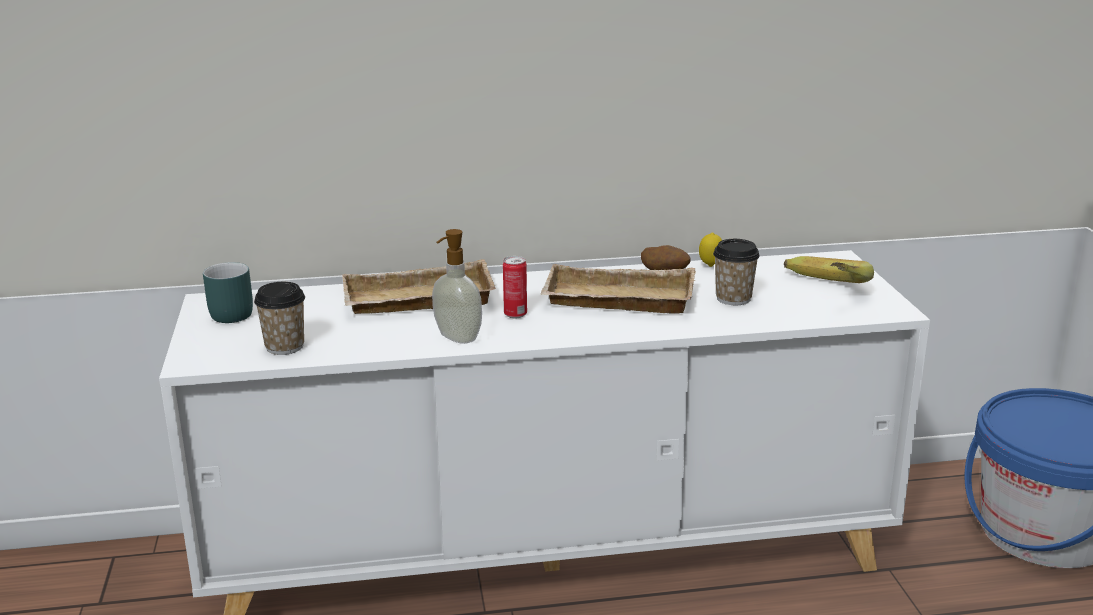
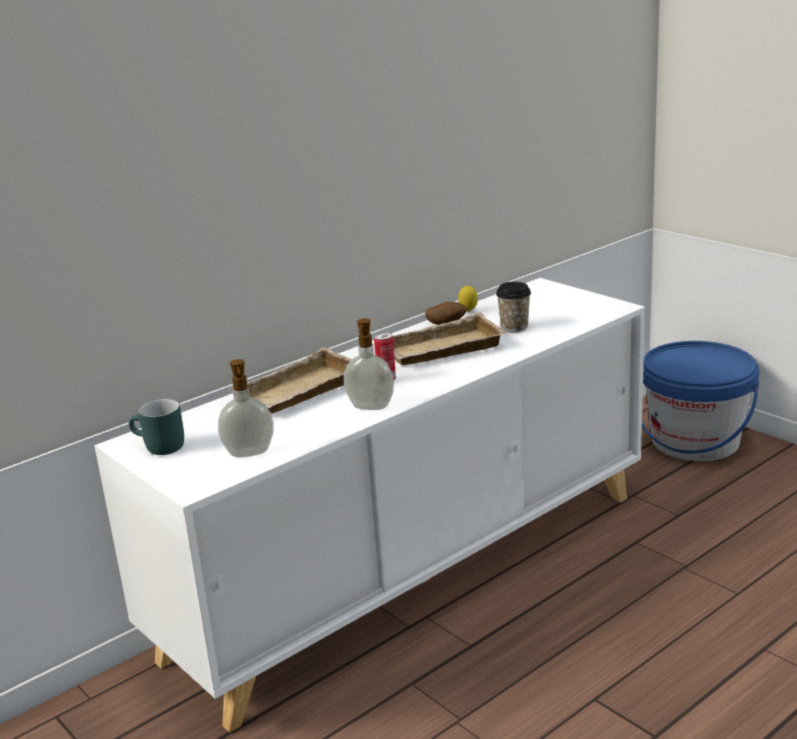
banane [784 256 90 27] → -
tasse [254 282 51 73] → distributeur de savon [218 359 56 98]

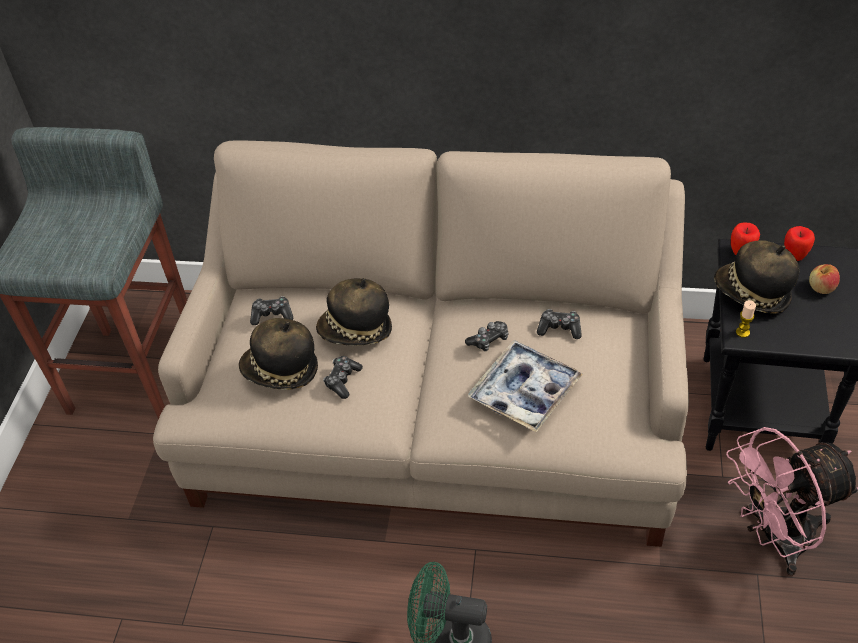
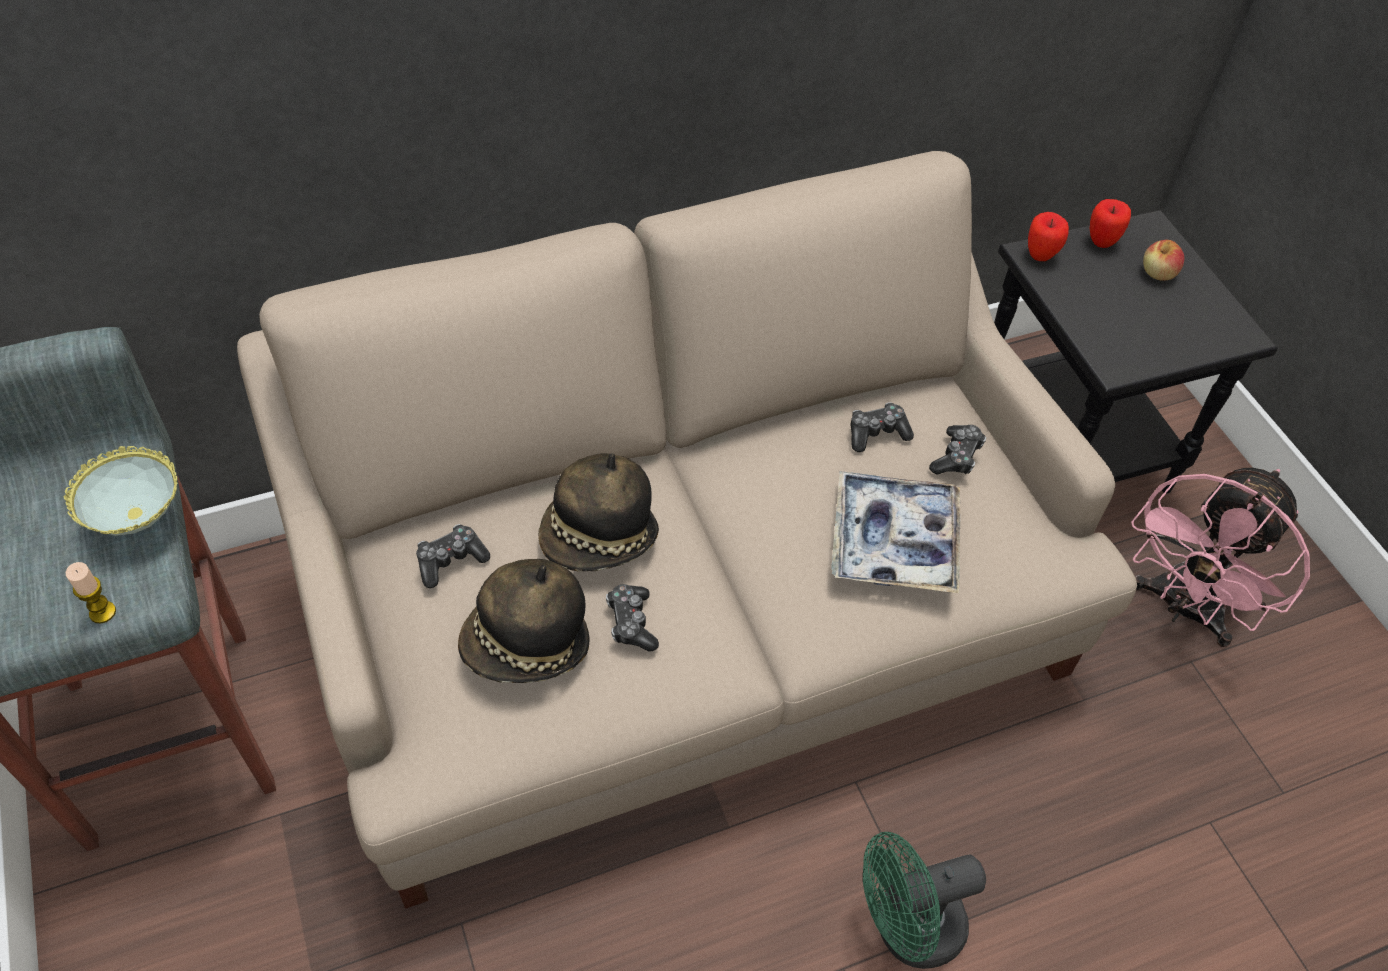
chapeau [714 240 86 74] → -
bougie [736 300 20 38] → bougie [65 562 51 61], shifted
manette [465 321 44 30] → manette [929 425 57 49], shifted
- → bol [64 446 113 90]

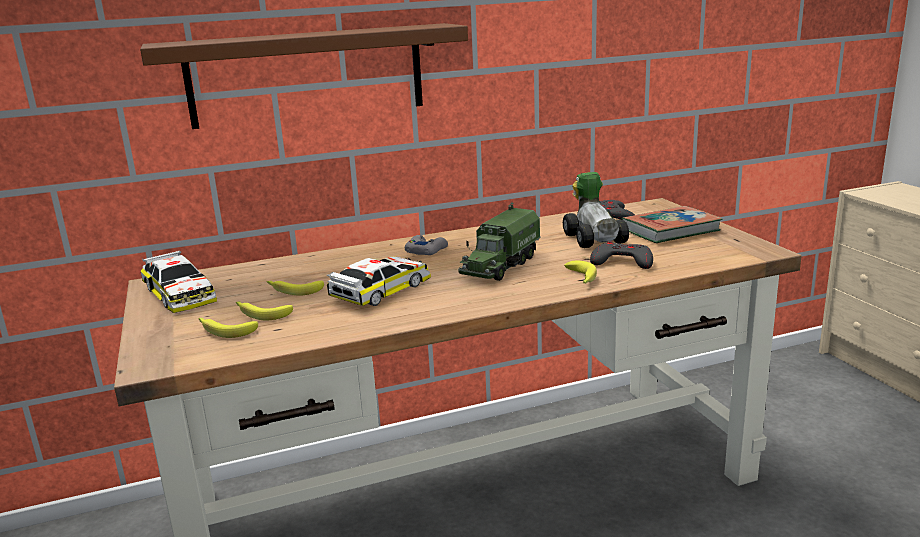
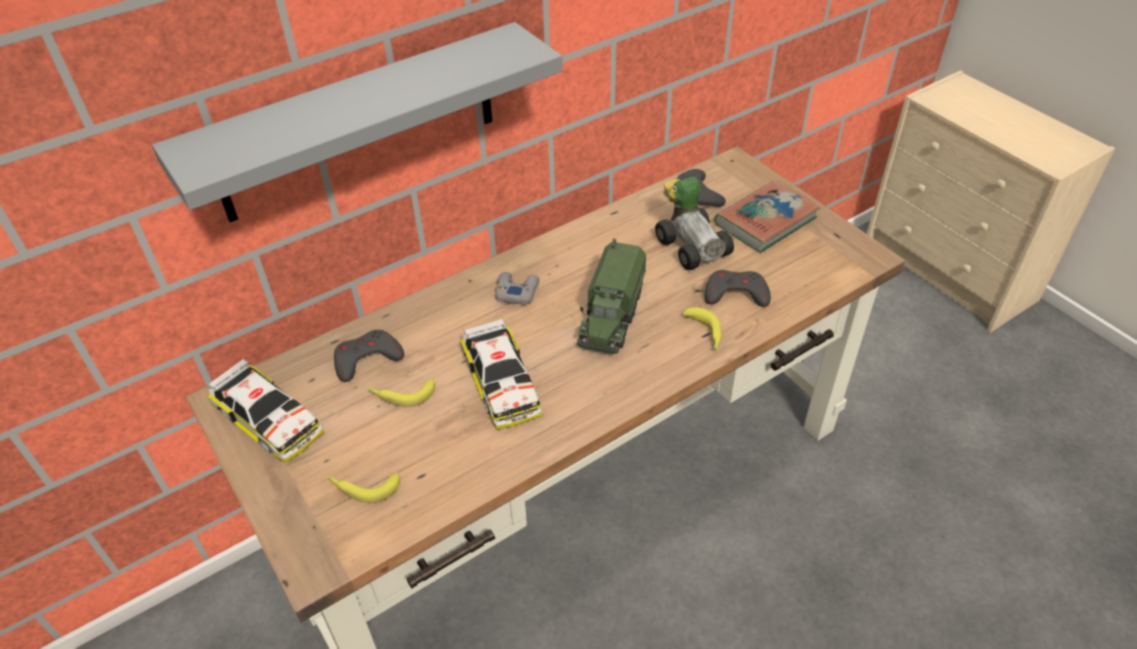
étagère [marron] [140 23 328 106] → étagère [gris] [152 22 410 201]
petite voiture [327 257 104 49] → petite voiture [461 317 81 113], 135 degrees clockwise
banane [236 301 57 20] → -
- → manette [gris] [334 330 70 52]

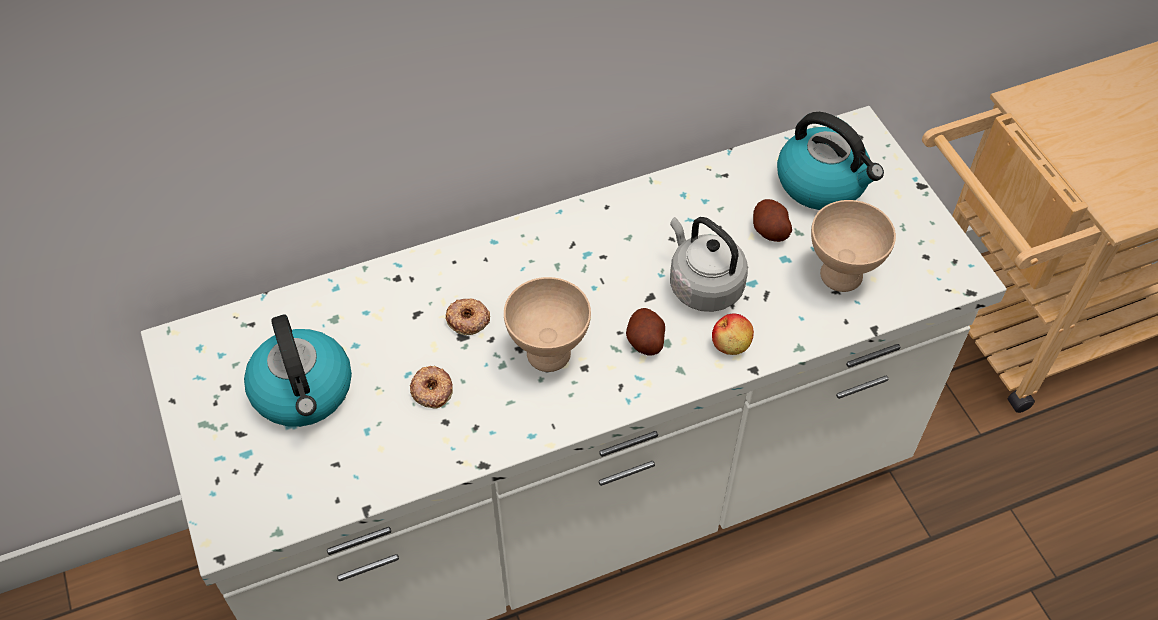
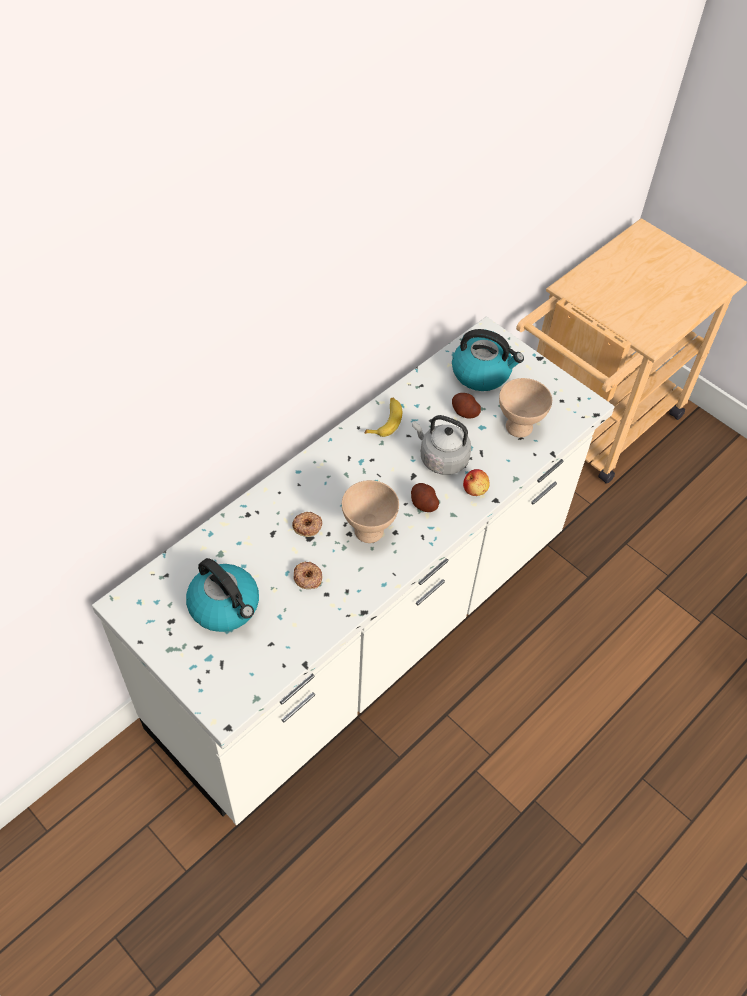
- → banane [364 398 38 39]

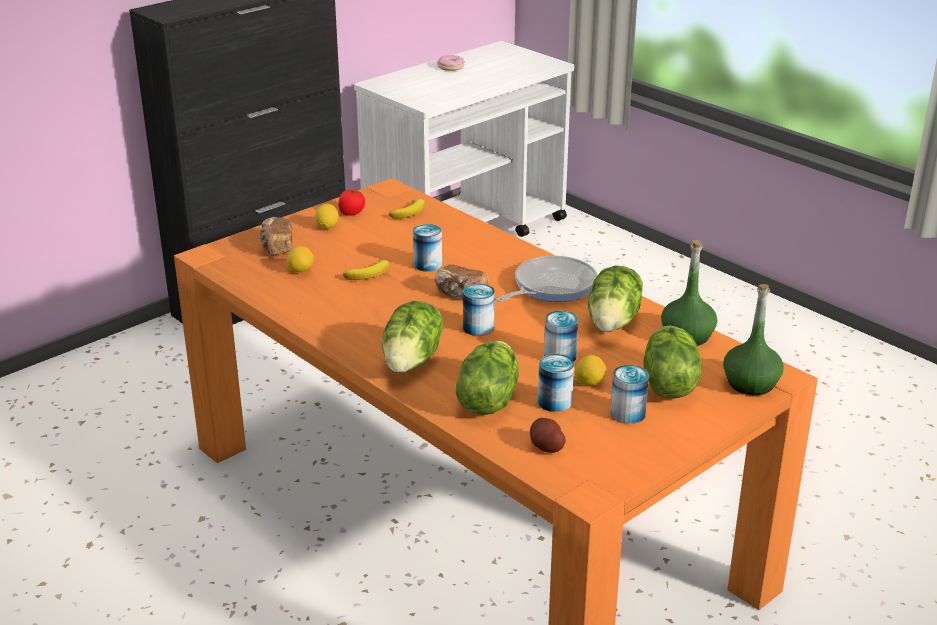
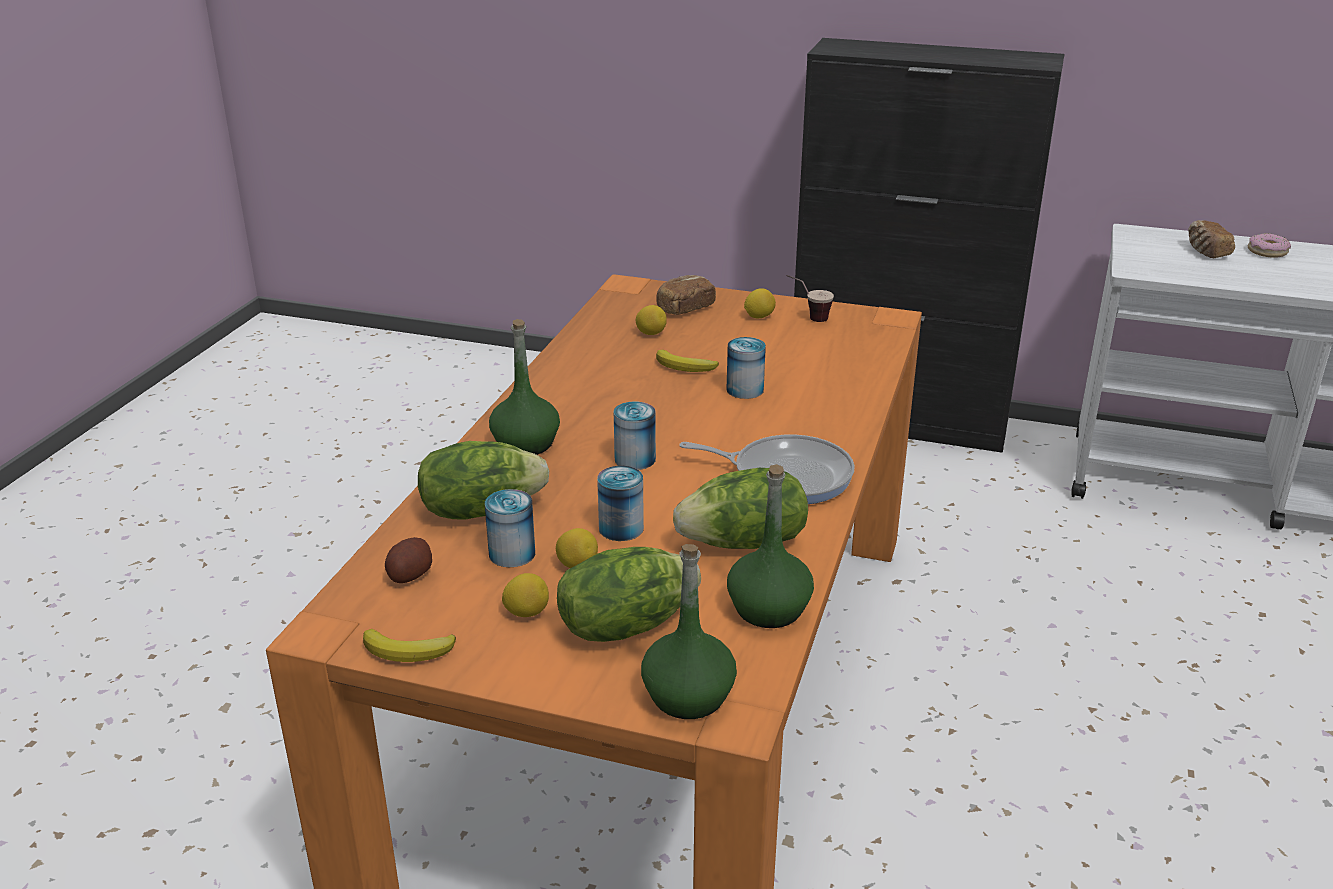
tomate [338 190 27 26] → tasse [786 275 48 47]
banane [389 199 36 20] → banane [363 629 93 33], shifted
pain [435 264 54 35] → pain [1188 220 47 38], shifted
laitue [382 301 61 72] → bouteille [vert] [489 319 71 136]
boîte métallique [610 365 39 59] → citron [502 573 47 44]

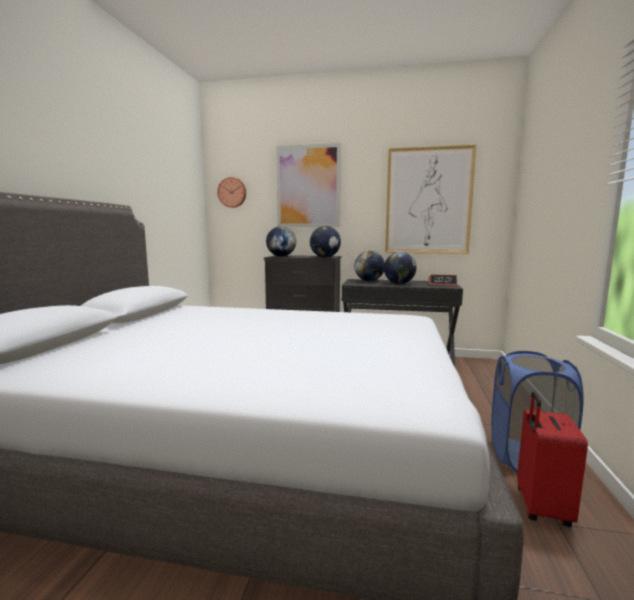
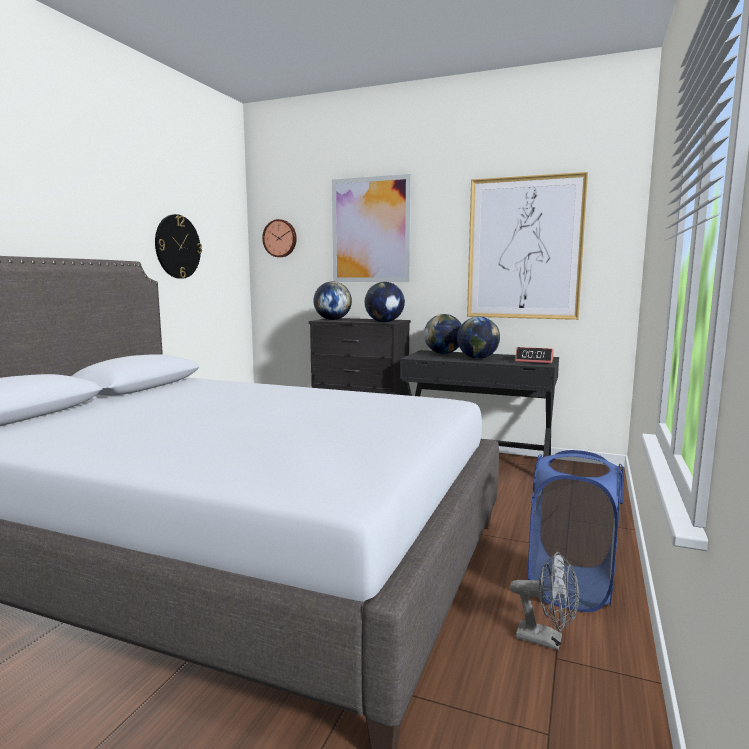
valise [rouge] [517 392 71 135] → ventilateur [gris] [510 552 69 98]
- → horloge murale [155 214 47 65]

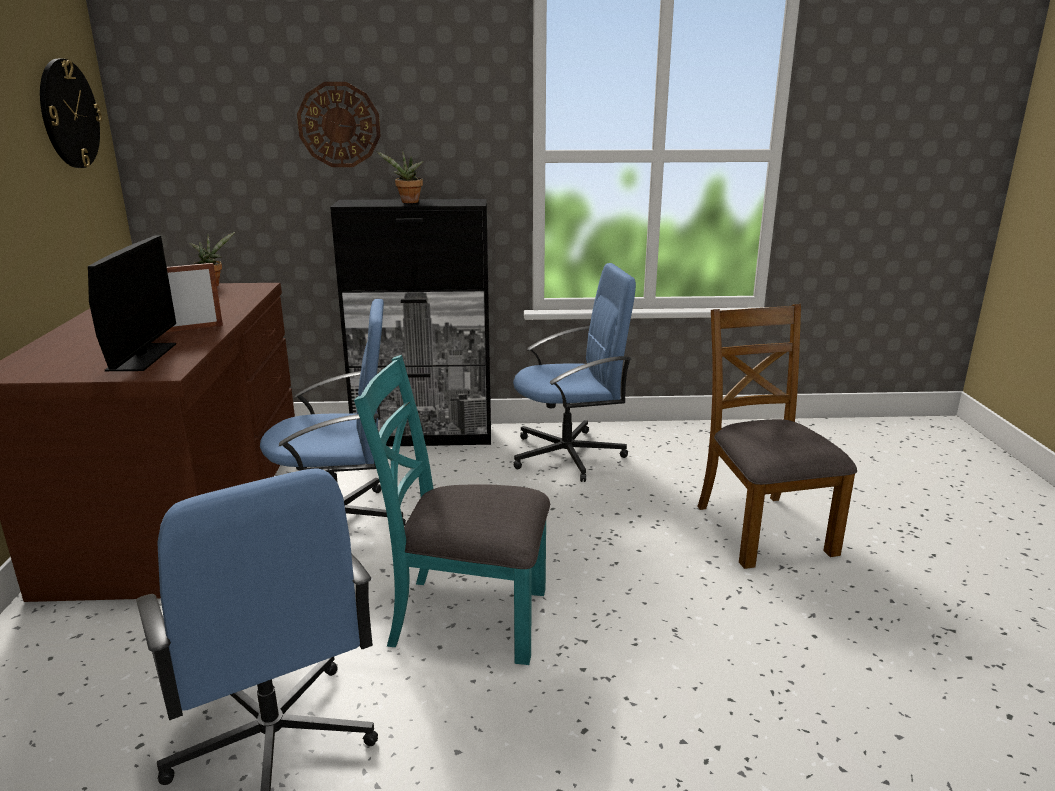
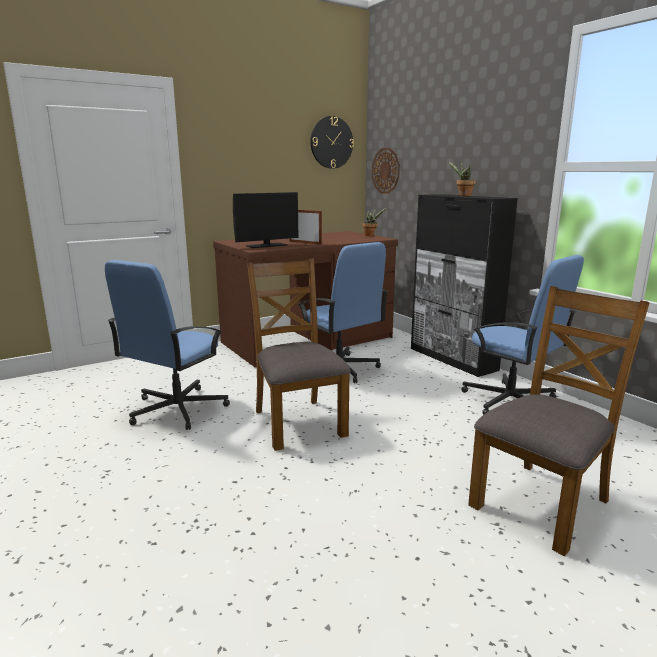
horloge murale [297 82 84 85] → horloge murale [372 148 28 46], shifted
chaise [turquoise] [354 355 196 310] → chaise [marron] [247 259 104 192]

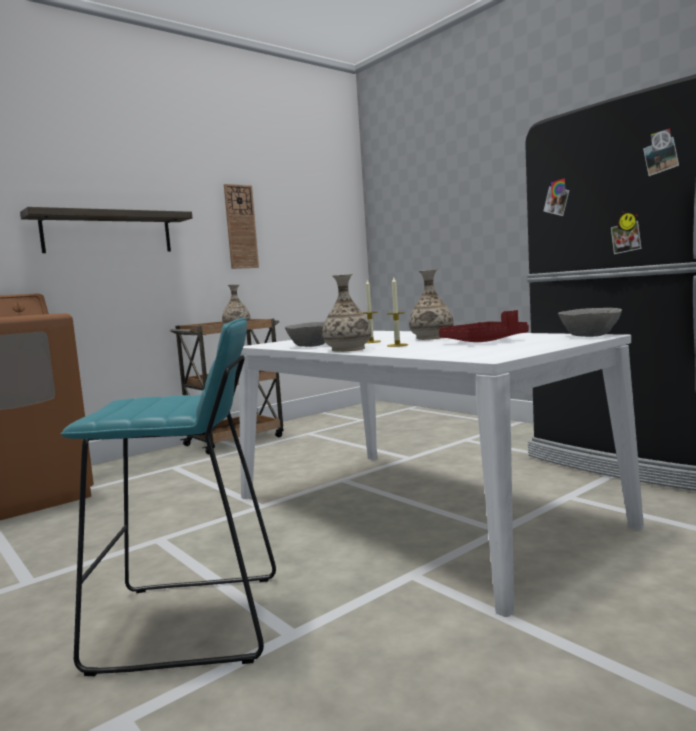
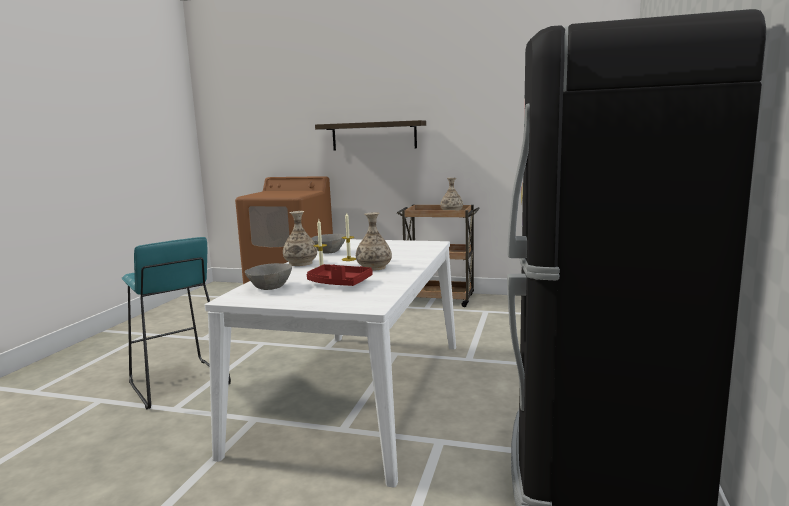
horloge murale [224 184 35 85] → -
bol [gris] [558 308 64 29] → bol [gris] [245 263 47 27], shifted

